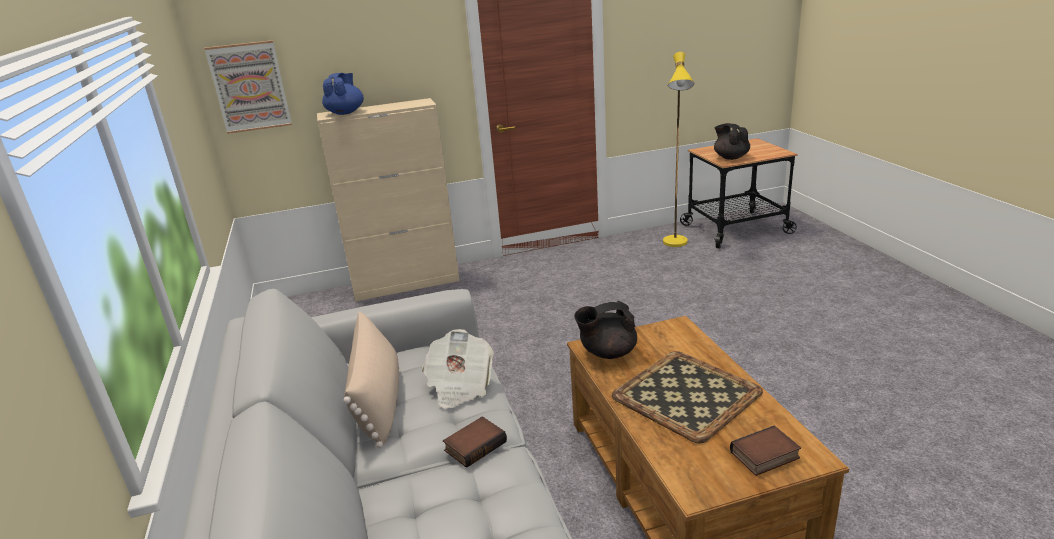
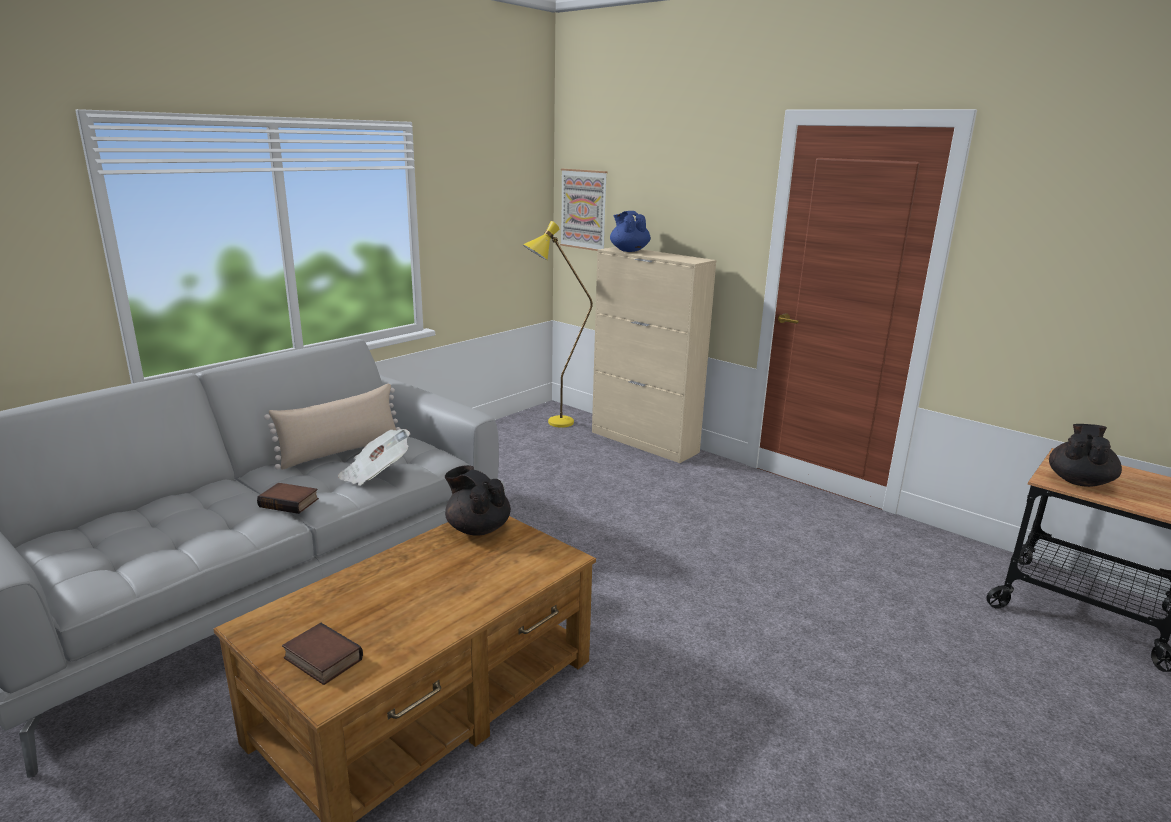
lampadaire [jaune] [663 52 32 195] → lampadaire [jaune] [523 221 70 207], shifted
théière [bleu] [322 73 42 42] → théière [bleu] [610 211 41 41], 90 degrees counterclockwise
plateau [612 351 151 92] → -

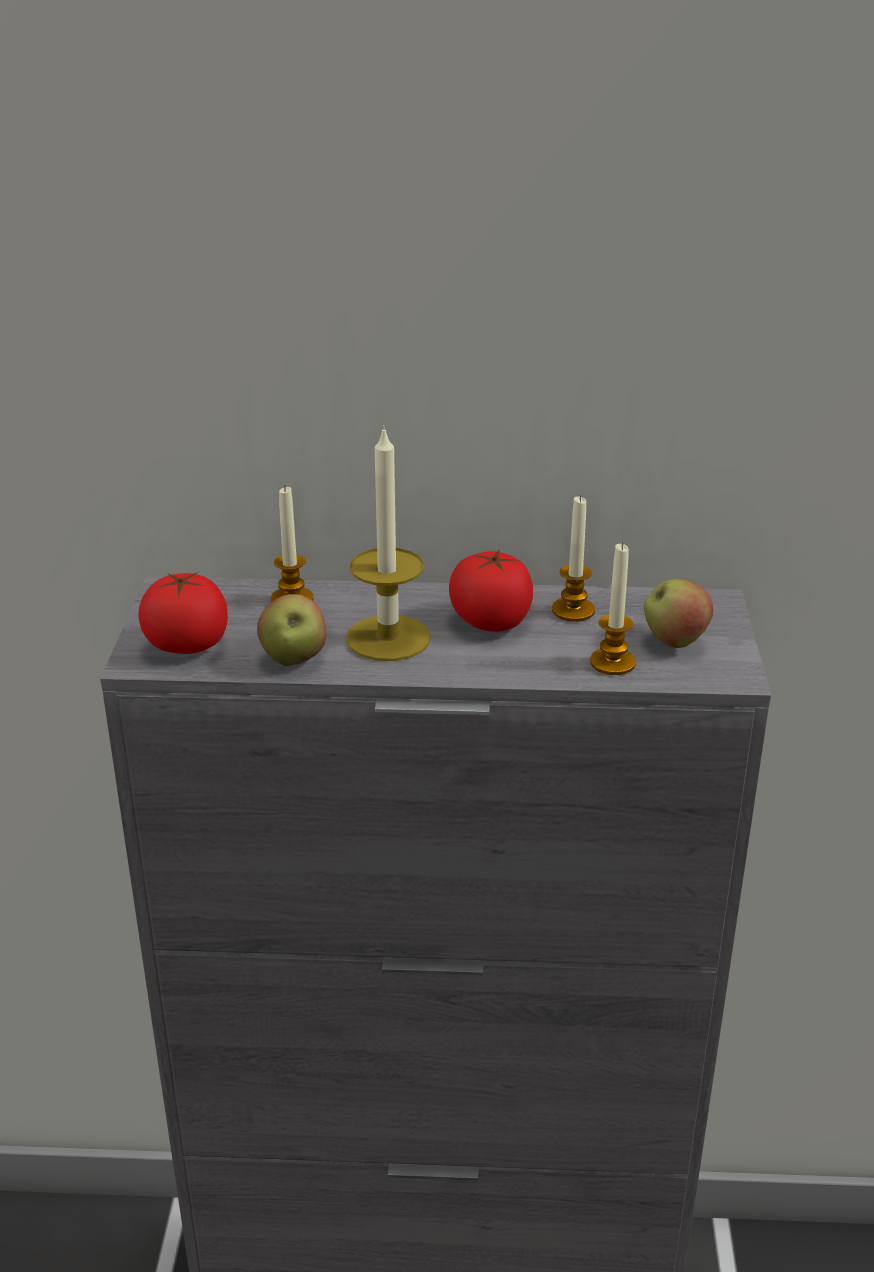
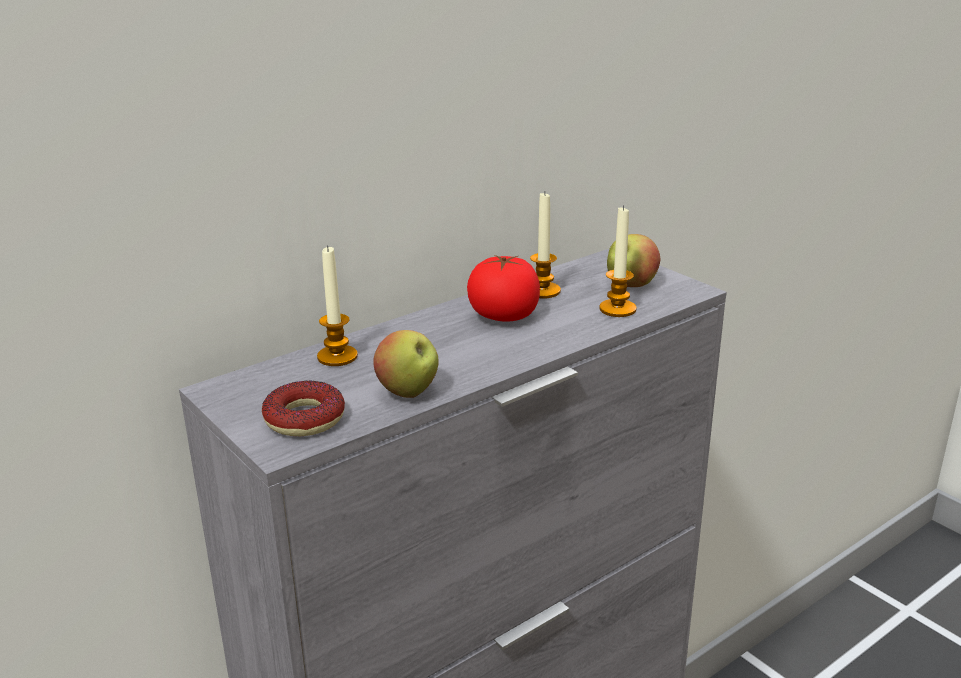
bougie [346 425 85 236] → -
tomate [138 572 90 82] → beignet [262 381 83 55]

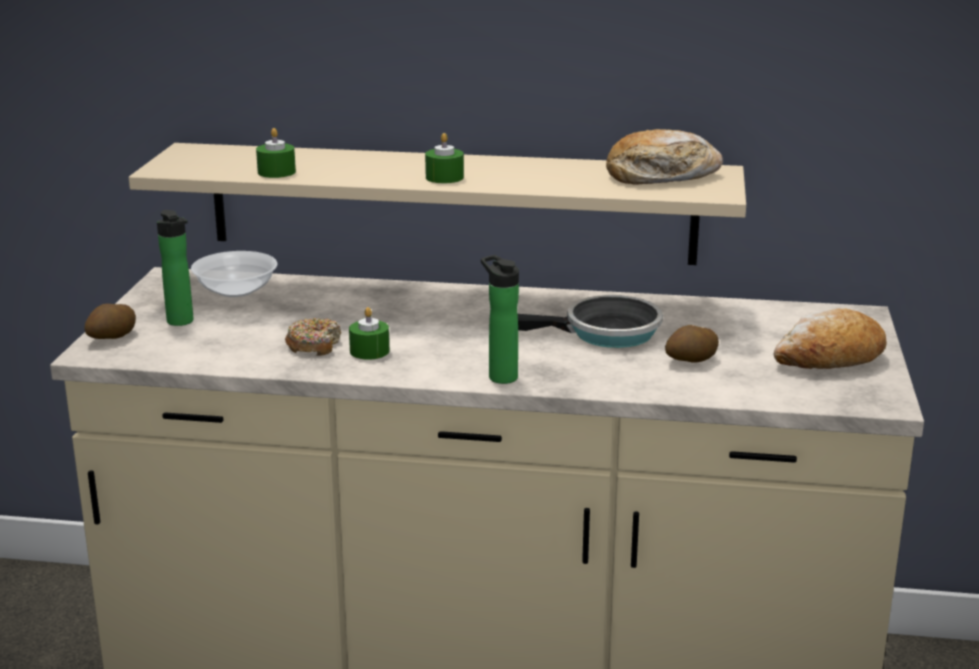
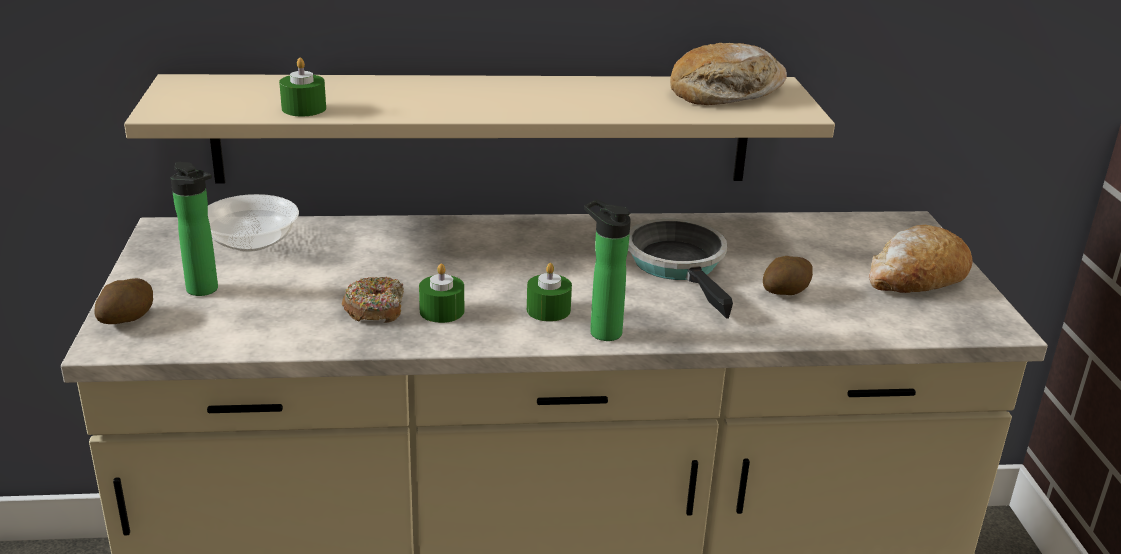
bougie [vert] [425 133 39 50] → bougie [vert] [527 263 45 59], shifted
poêle [518 295 145 53] → poêle [628 219 105 100], 90 degrees counterclockwise

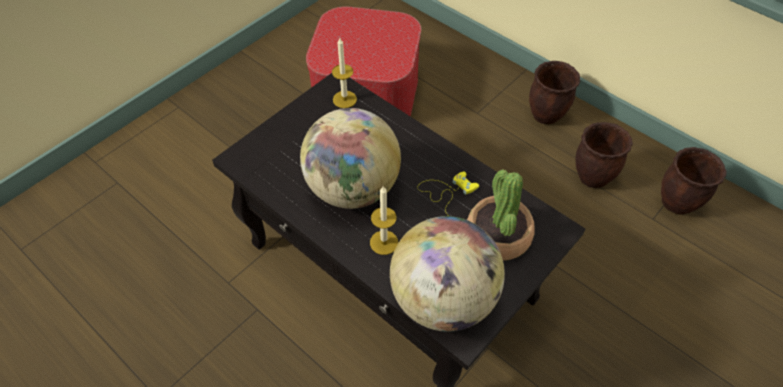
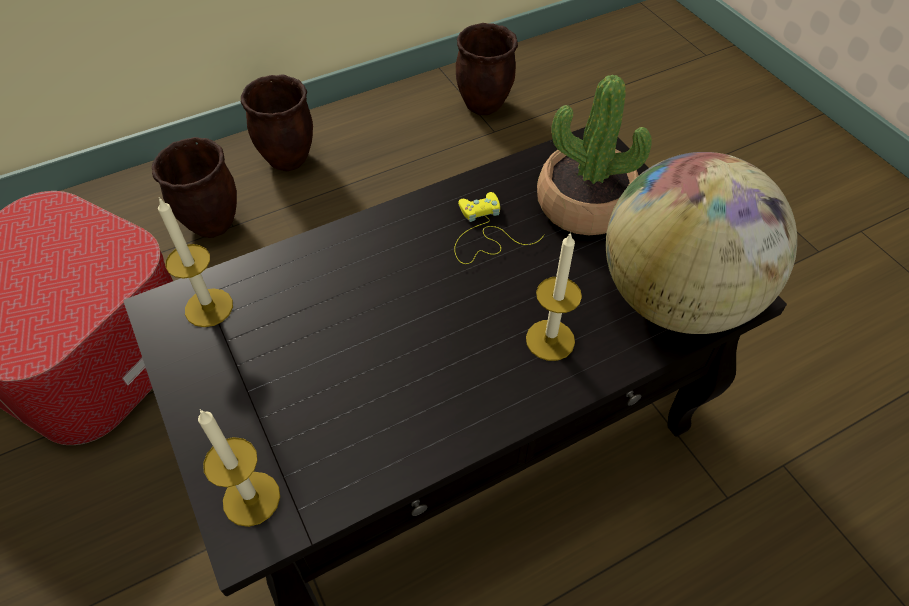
globe [300 108 101 101] → -
cache-pot [marron] [575 122 58 66] → cache-pot [marron] [152 137 85 101], shifted
- → bougie [198 409 82 118]

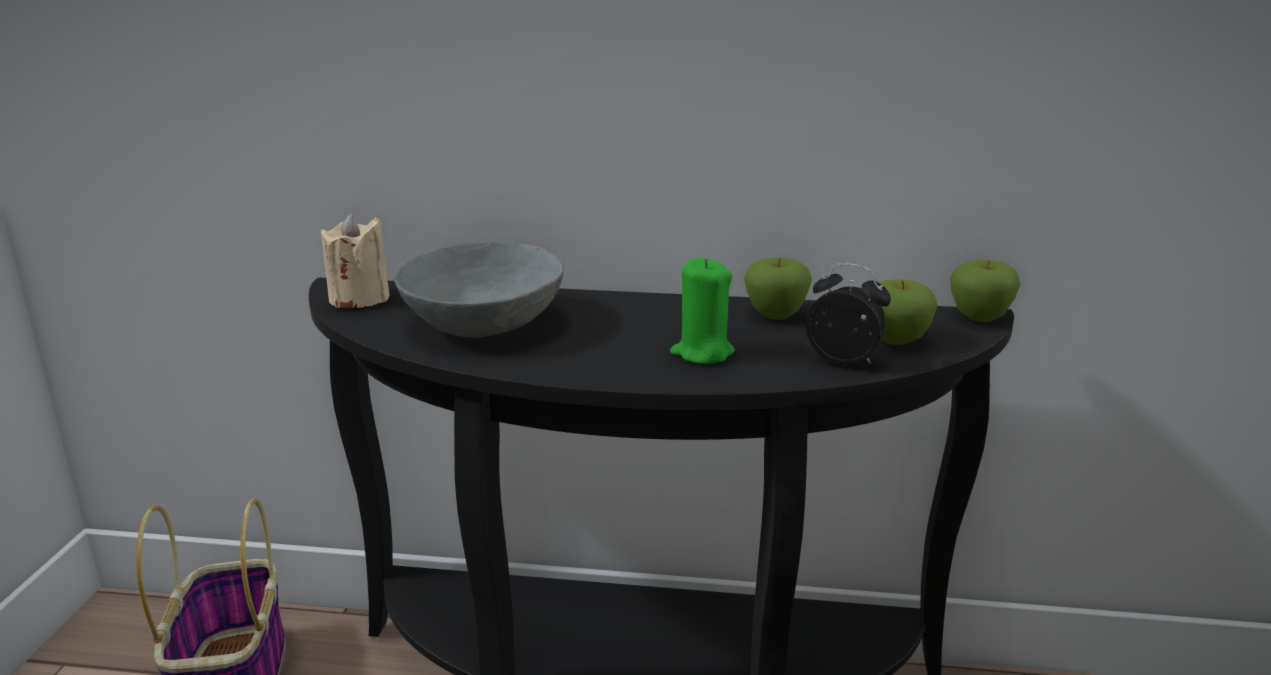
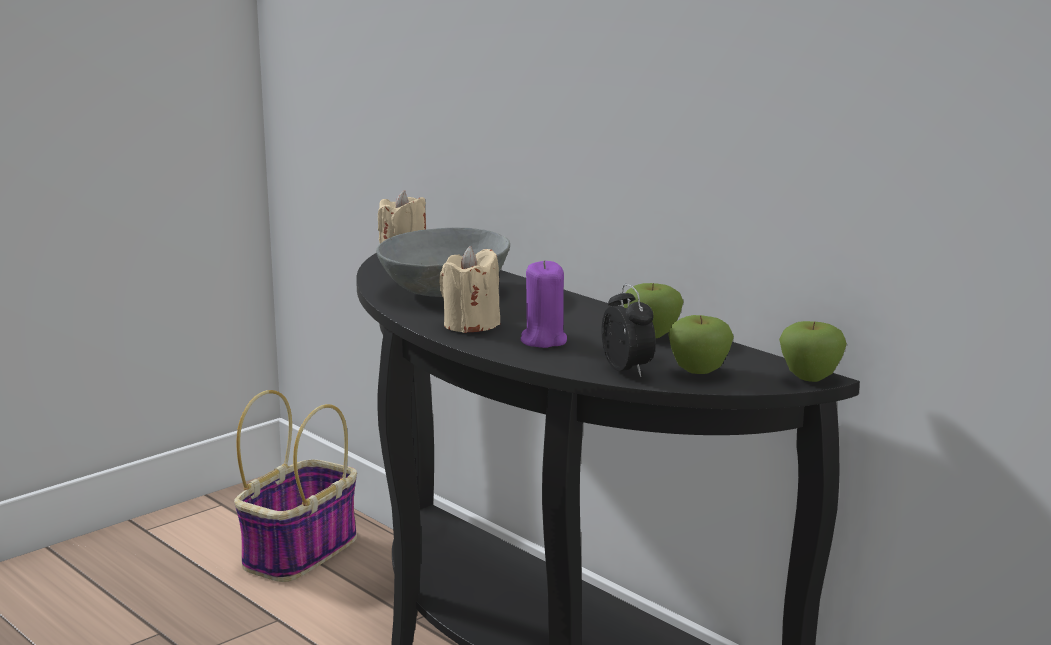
bougie [vert] [670 258 65 106] → bougie [violet] [521 260 46 88]
- → bougie [beige] [439 246 61 87]

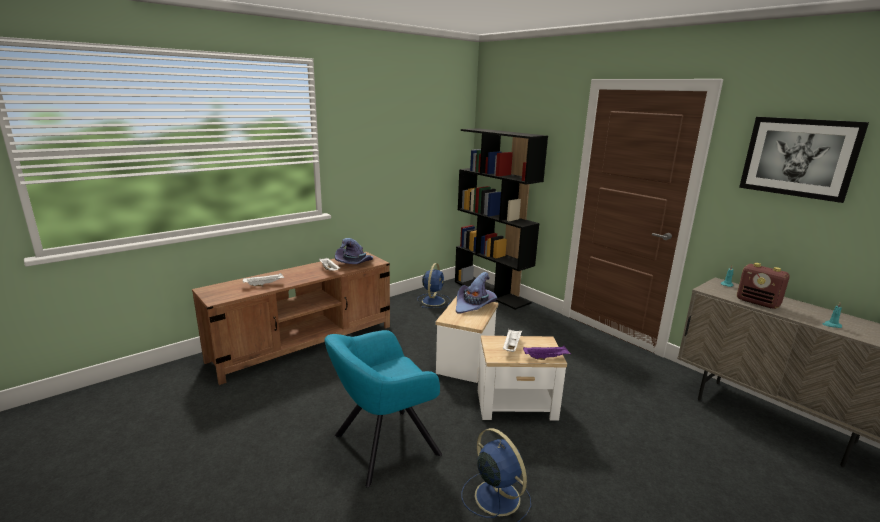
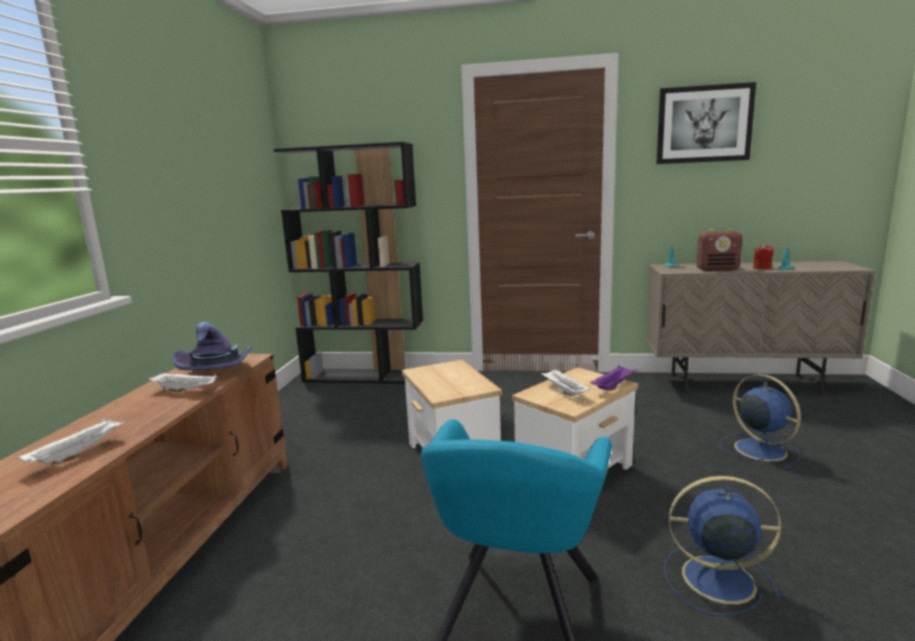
ventilateur [bleu] [417 263 33 45] → ventilateur [bleu] [720 374 81 95], shifted
chapeau [violet] [456 272 41 42] → -
- → bougie [rouge] [753 244 21 25]

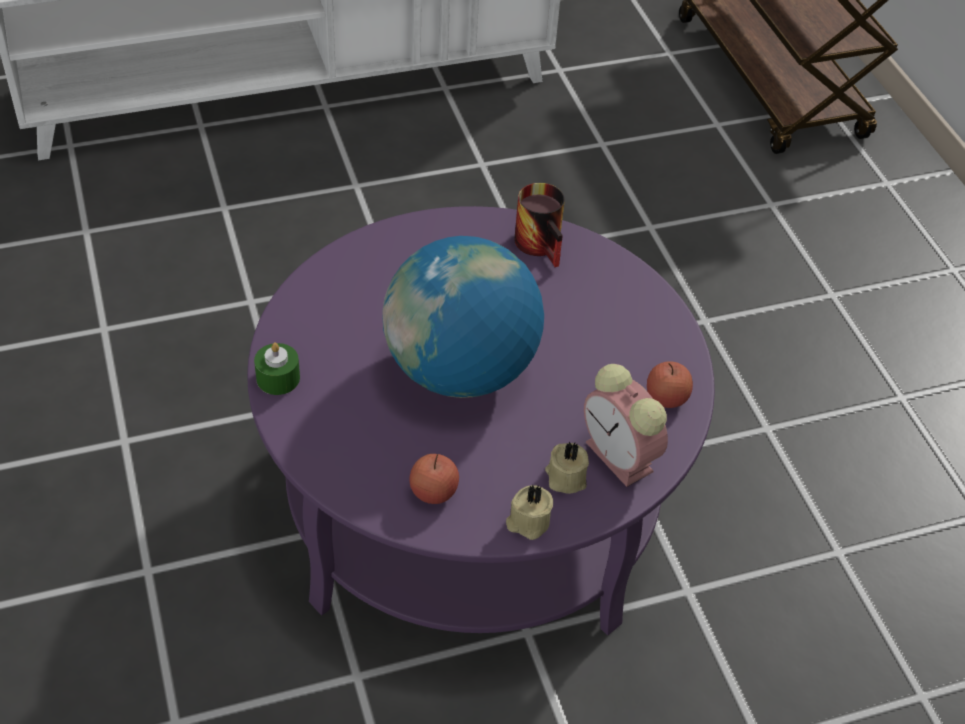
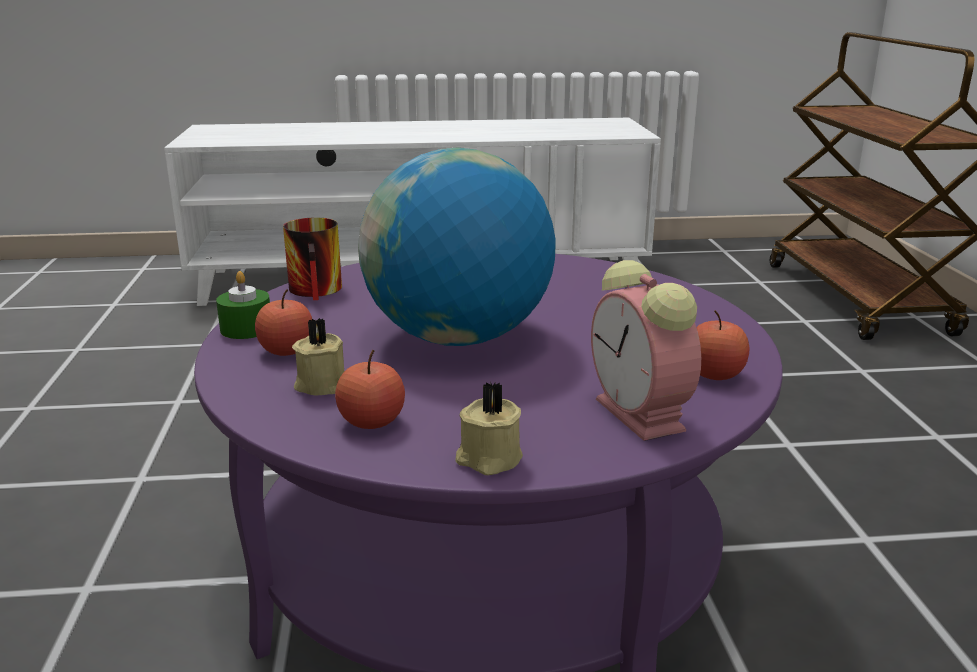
mug [514 183 51 84] → mug [283 218 59 82], shifted
bougie [beige] [545 442 44 52] → bougie [beige] [292 318 52 78], shifted
- → pomme [255 289 57 67]

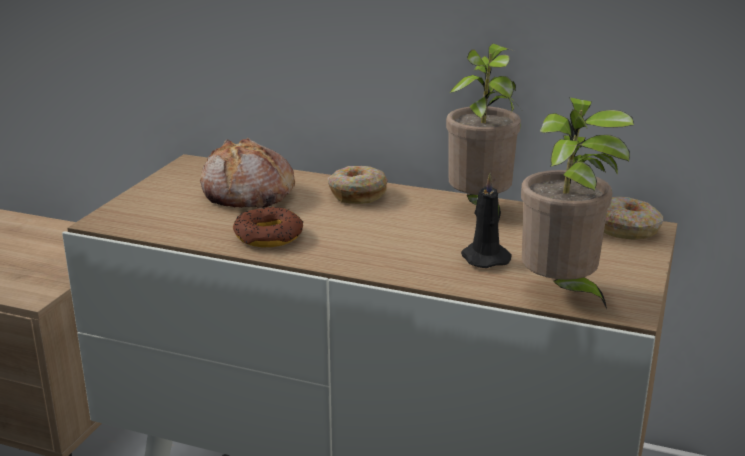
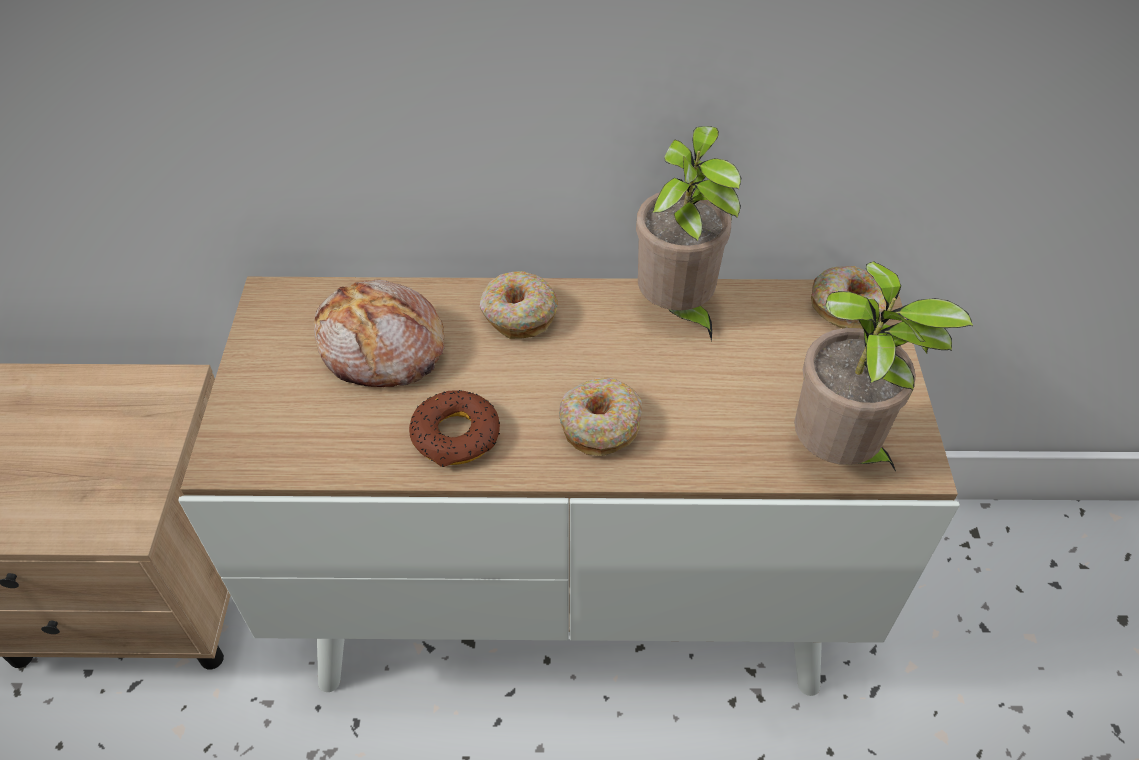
bougie [noir] [461 173 51 95] → -
- → beignet [559 378 83 78]

